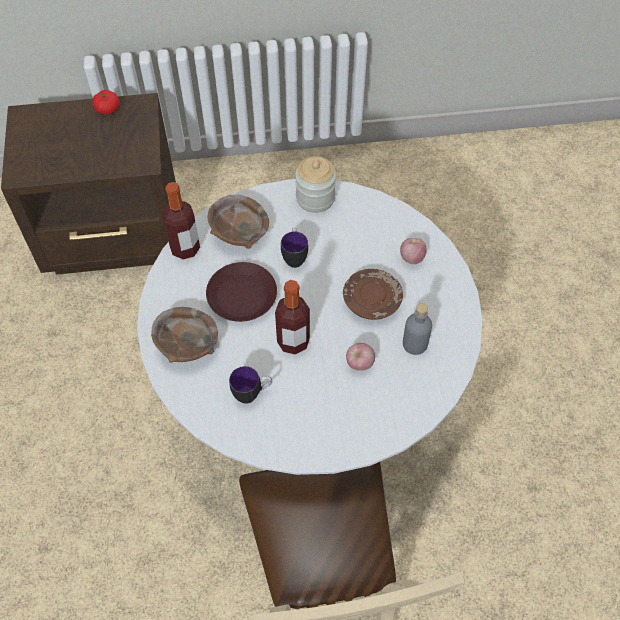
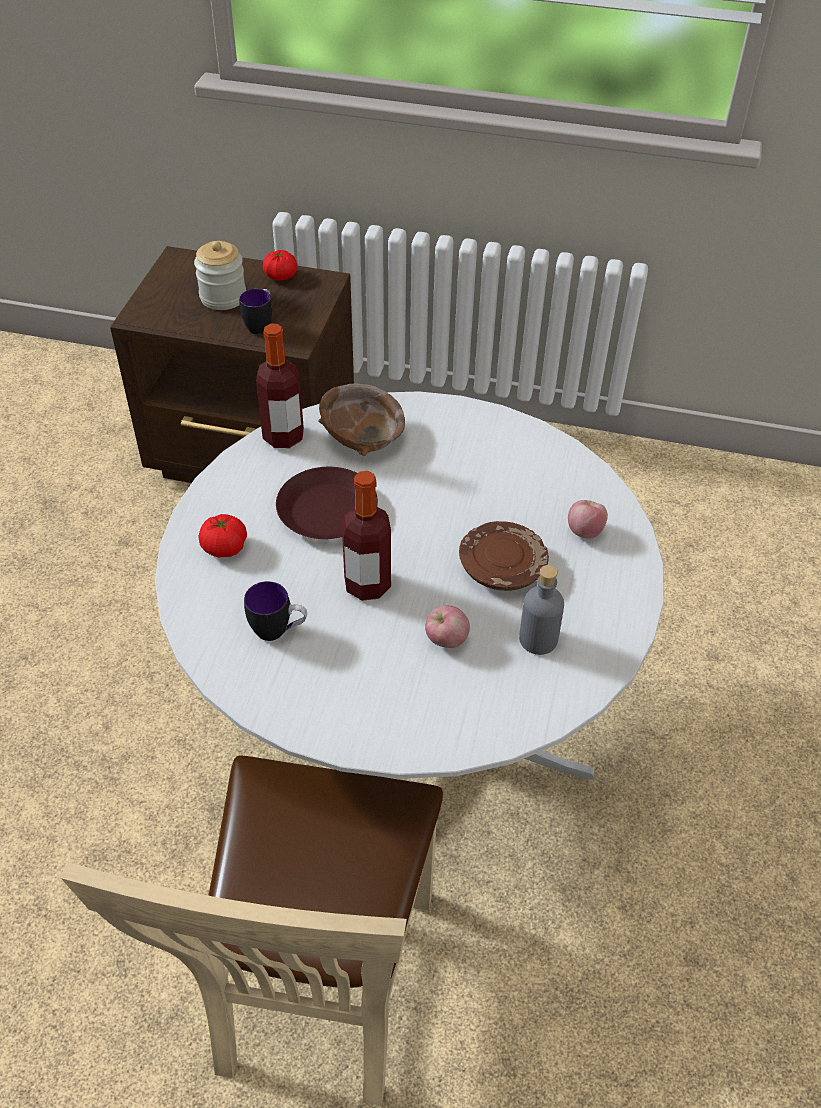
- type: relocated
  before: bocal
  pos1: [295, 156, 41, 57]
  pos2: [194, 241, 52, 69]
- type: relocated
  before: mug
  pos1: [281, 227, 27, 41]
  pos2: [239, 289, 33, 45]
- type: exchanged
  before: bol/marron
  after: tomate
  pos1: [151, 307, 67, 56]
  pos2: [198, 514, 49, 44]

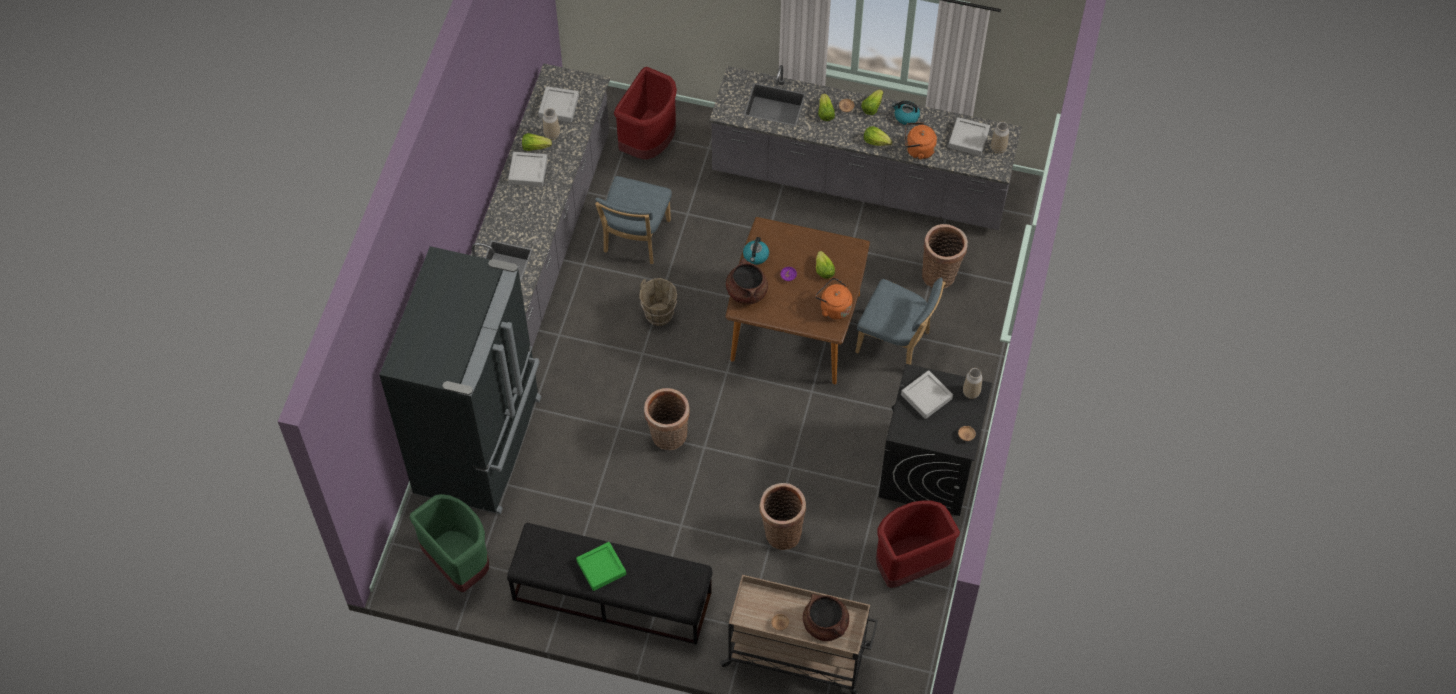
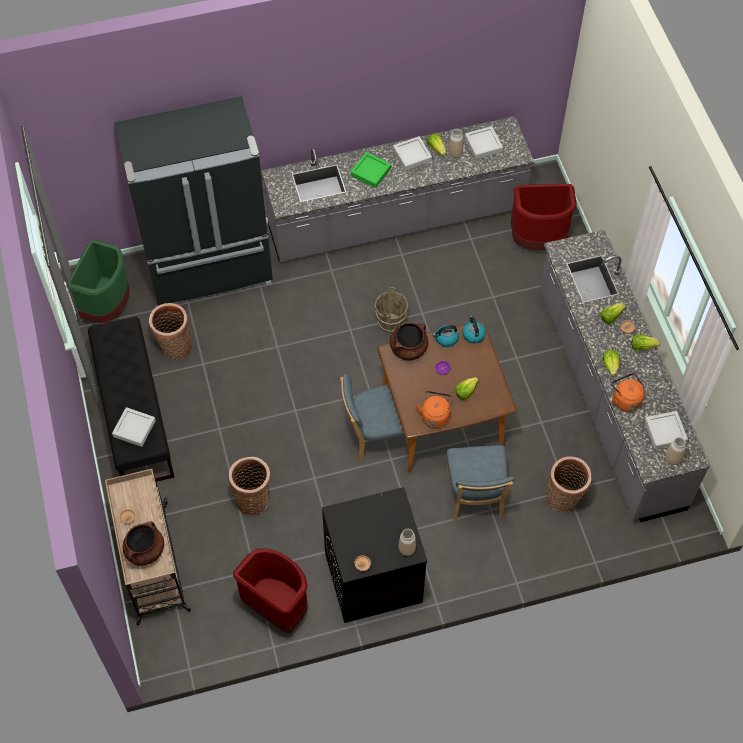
- type: relocated
  before: bouilloire
  pos1: [892, 101, 28, 24]
  pos2: [462, 315, 24, 28]
- type: relocated
  before: chaise/bleu
  pos1: [595, 176, 77, 88]
  pos2: [340, 374, 70, 88]
- type: relocated
  before: plateau/gris
  pos1: [901, 370, 52, 49]
  pos2: [112, 407, 44, 40]
- type: relocated
  before: panier
  pos1: [644, 388, 46, 62]
  pos2: [149, 303, 43, 57]
- type: relocated
  before: plateau/vert
  pos1: [576, 542, 50, 49]
  pos2: [351, 152, 40, 36]

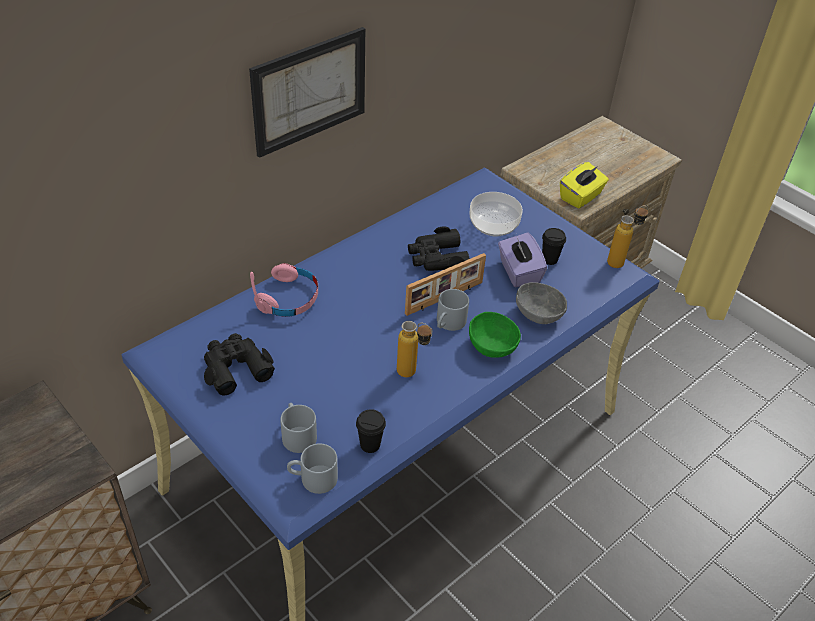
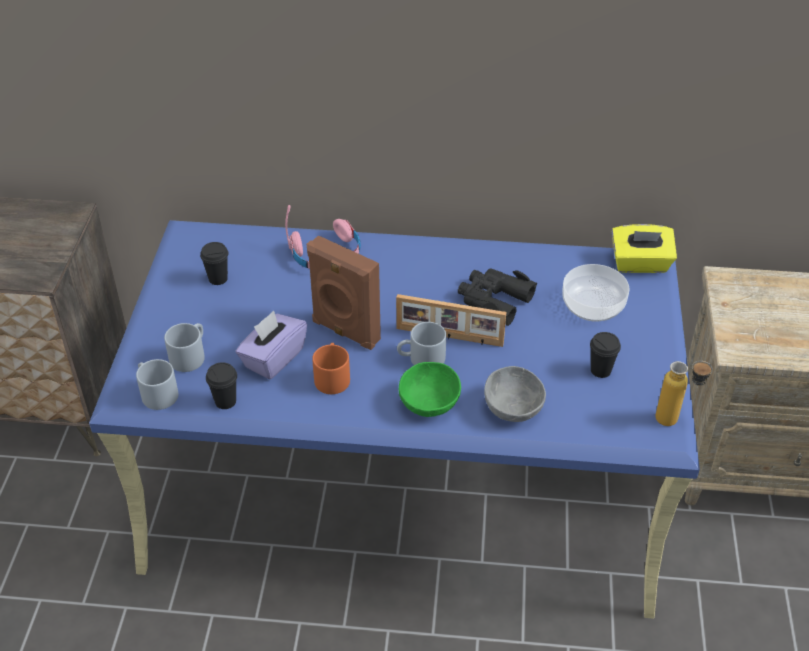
- type: missing
  before: tableau
  pos1: [249, 27, 116, 131]
- type: relocated
  before: boîte à mouchoirs/jaune
  pos1: [560, 162, 49, 47]
  pos2: [612, 224, 65, 49]
- type: relocated
  before: boîte à mouchoirs/violet
  pos1: [498, 232, 49, 55]
  pos2: [236, 311, 71, 69]
- type: exchanged
  before: bouteille
  after: mug/orange
  pos1: [397, 321, 35, 56]
  pos2: [312, 343, 38, 51]
- type: exchanged
  before: jumelles/noir
  after: tasse/noir
  pos1: [204, 333, 71, 63]
  pos2: [200, 242, 29, 43]
- type: appeared
  after: enceinte/marron
  pos2: [307, 235, 74, 115]

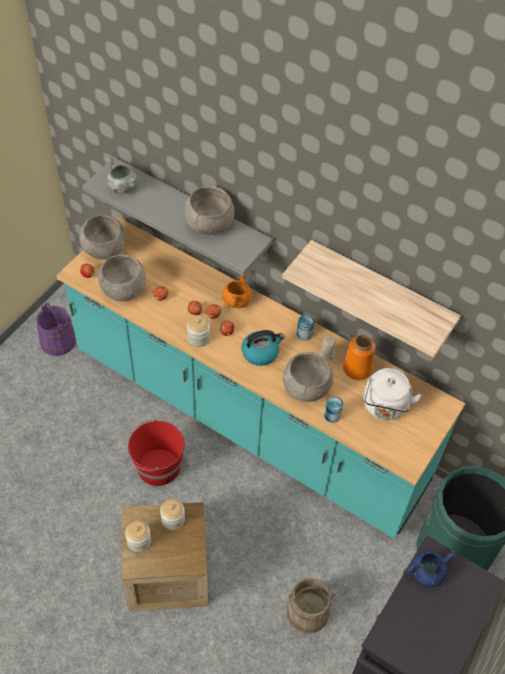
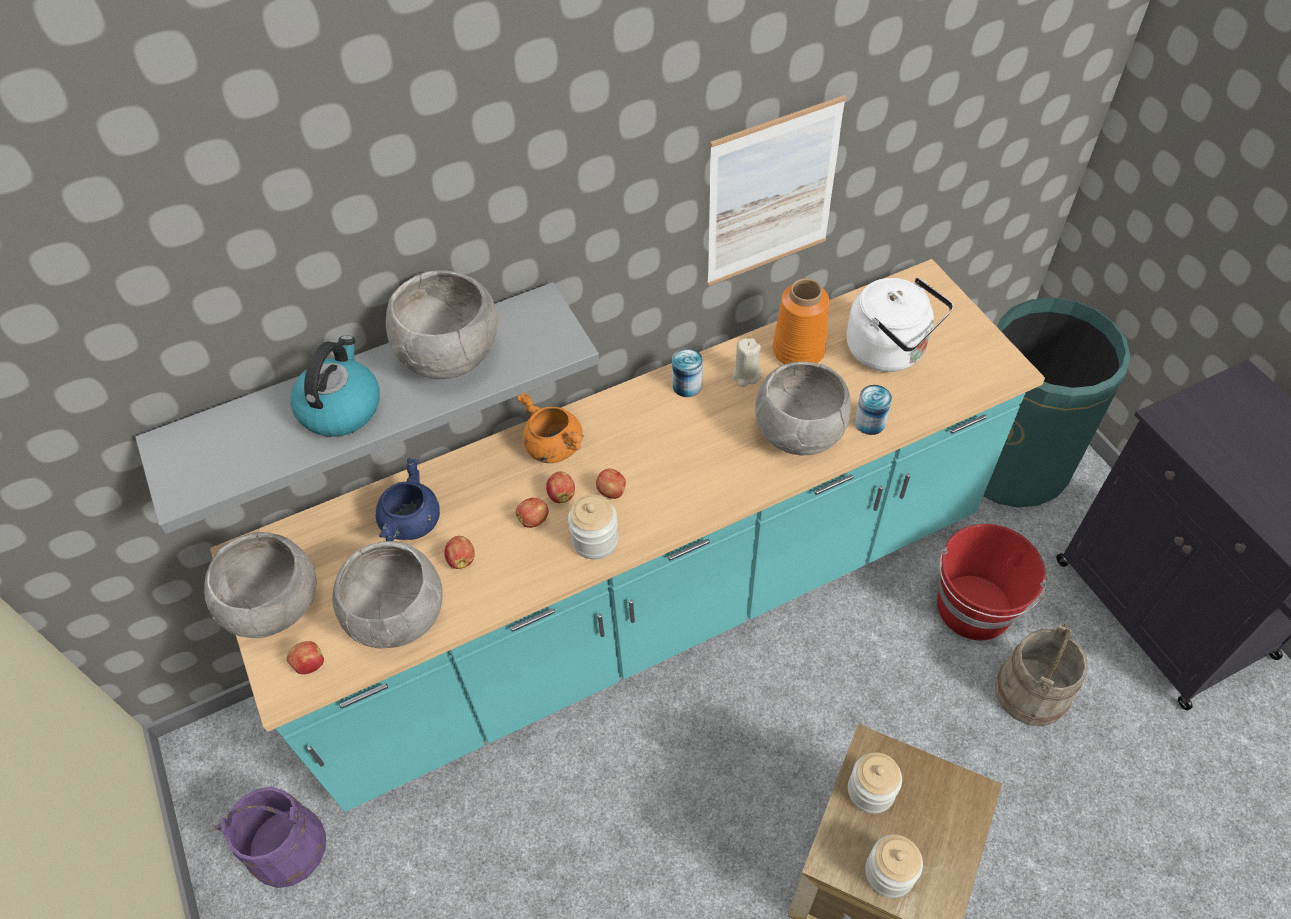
- type: missing
  before: marmite/gris
  pos1: [106, 157, 31, 37]
- type: exchanged
  before: étagère
  after: tableau
  pos1: [282, 240, 179, 118]
  pos2: [707, 95, 140, 191]
- type: relocated
  before: bouilloire
  pos1: [242, 330, 43, 36]
  pos2: [291, 336, 89, 101]
- type: relocated
  before: seau/rouge
  pos1: [126, 420, 58, 66]
  pos2: [937, 524, 109, 116]
- type: relocated
  before: marmite/bleu
  pos1: [406, 551, 50, 36]
  pos2: [376, 458, 64, 83]

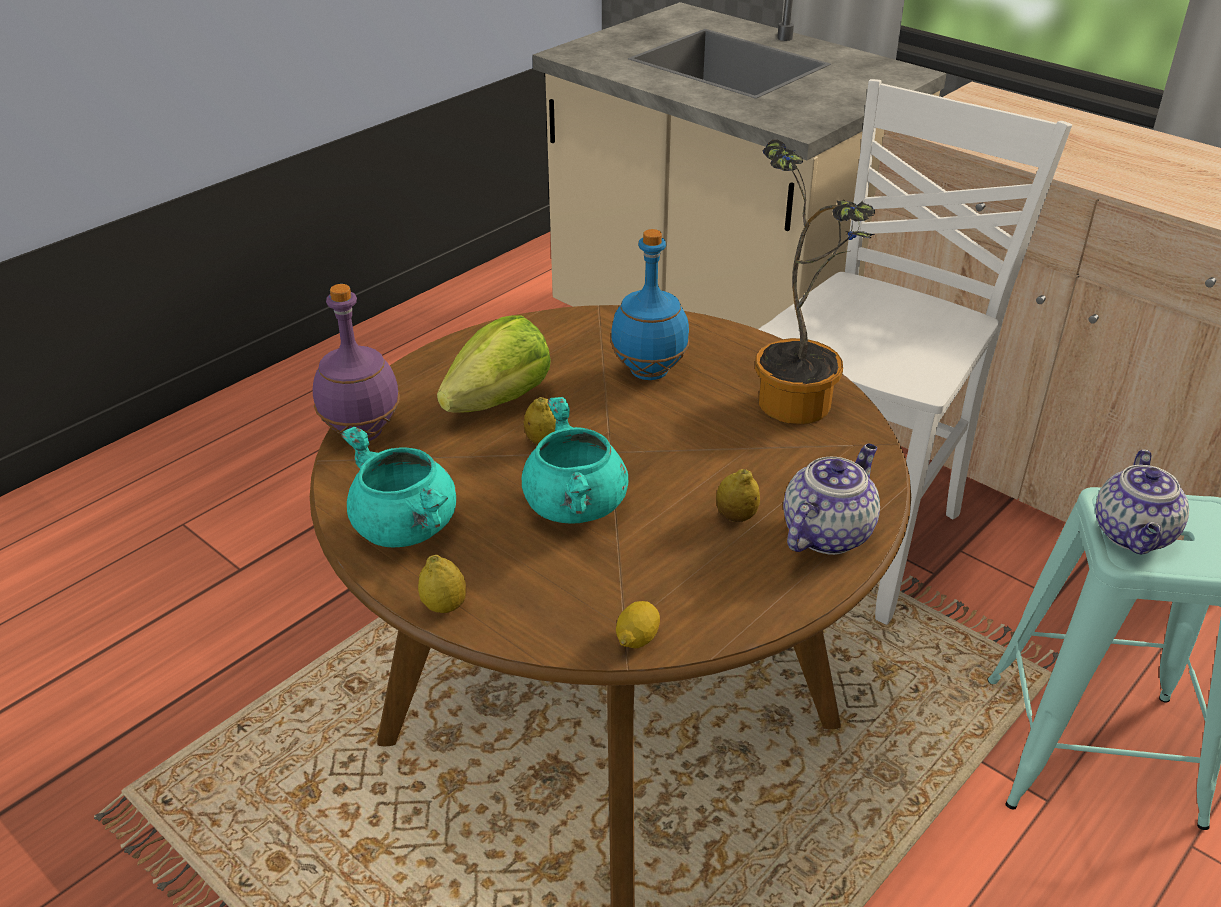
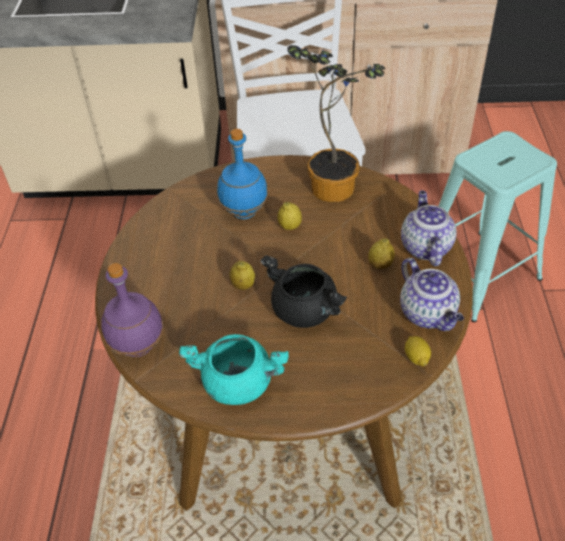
- type: missing
  before: laitue
  pos1: [437, 315, 114, 98]
- type: colour
  before: marmite/turquoise
  after: marmite/noir
  pos1: [522, 397, 106, 127]
  pos2: [260, 255, 87, 73]
- type: relocated
  before: théière
  pos1: [1095, 450, 94, 104]
  pos2: [400, 258, 64, 73]
- type: relocated
  before: citron
  pos1: [418, 555, 48, 58]
  pos2: [277, 202, 25, 28]

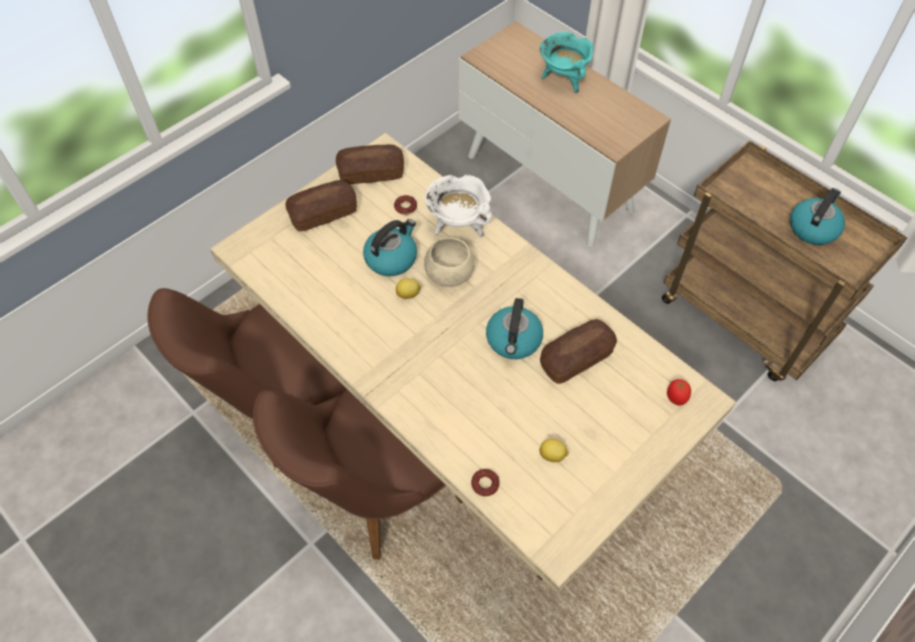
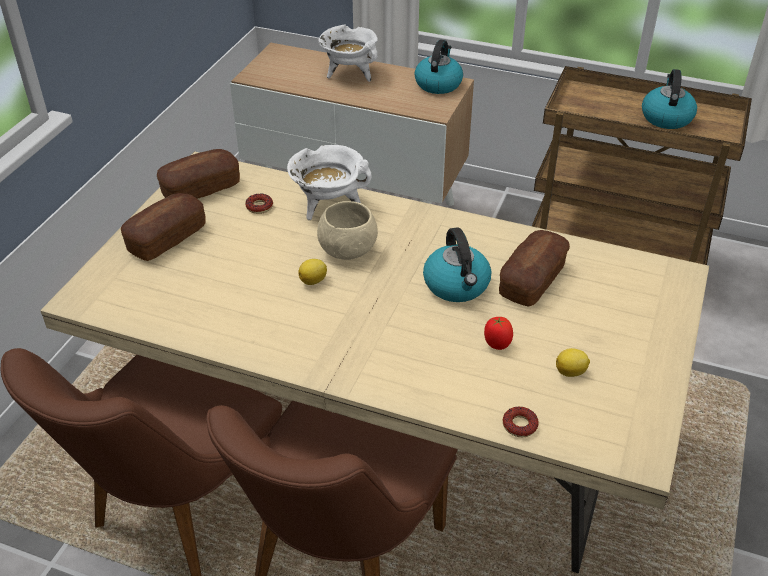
- type: colour
  before: marmite/turquoise
  after: marmite/blanc
  pos1: [539, 32, 54, 61]
  pos2: [318, 25, 60, 57]
- type: relocated
  before: bouilloire
  pos1: [363, 219, 54, 57]
  pos2: [415, 40, 48, 54]
- type: relocated
  before: tomate
  pos1: [667, 379, 24, 26]
  pos2: [484, 317, 29, 33]

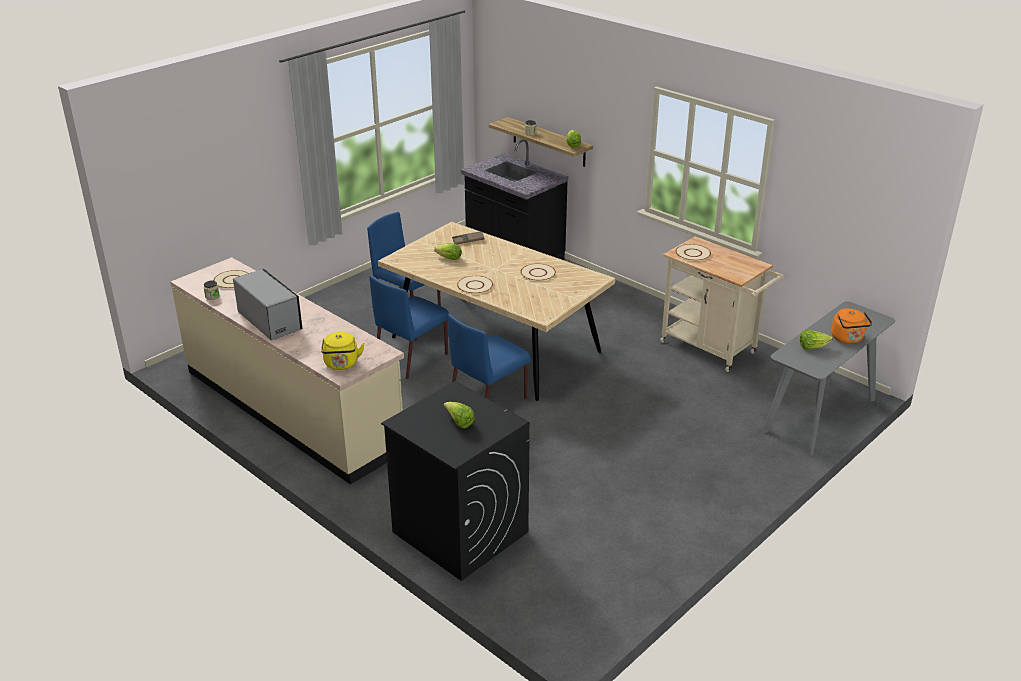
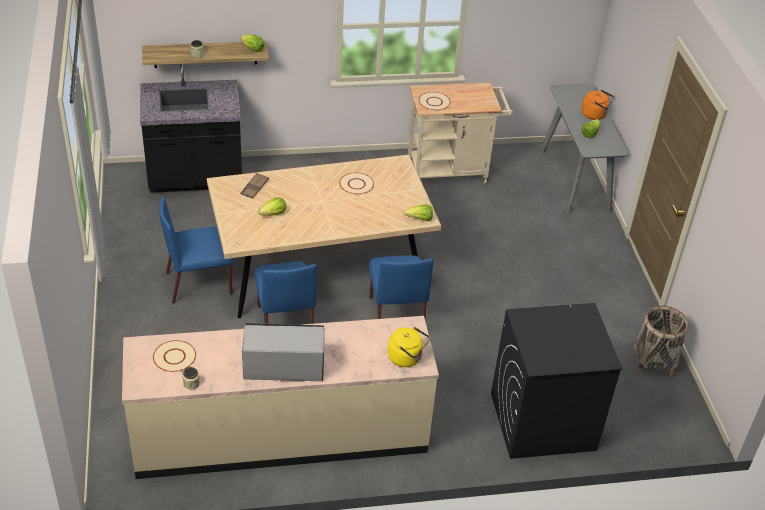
- type: missing
  before: assiette/beige
  pos1: [457, 276, 36, 18]
- type: relocated
  before: laitue
  pos1: [444, 402, 31, 27]
  pos2: [403, 204, 30, 17]
- type: appeared
  after: panier
  pos2: [634, 306, 55, 72]

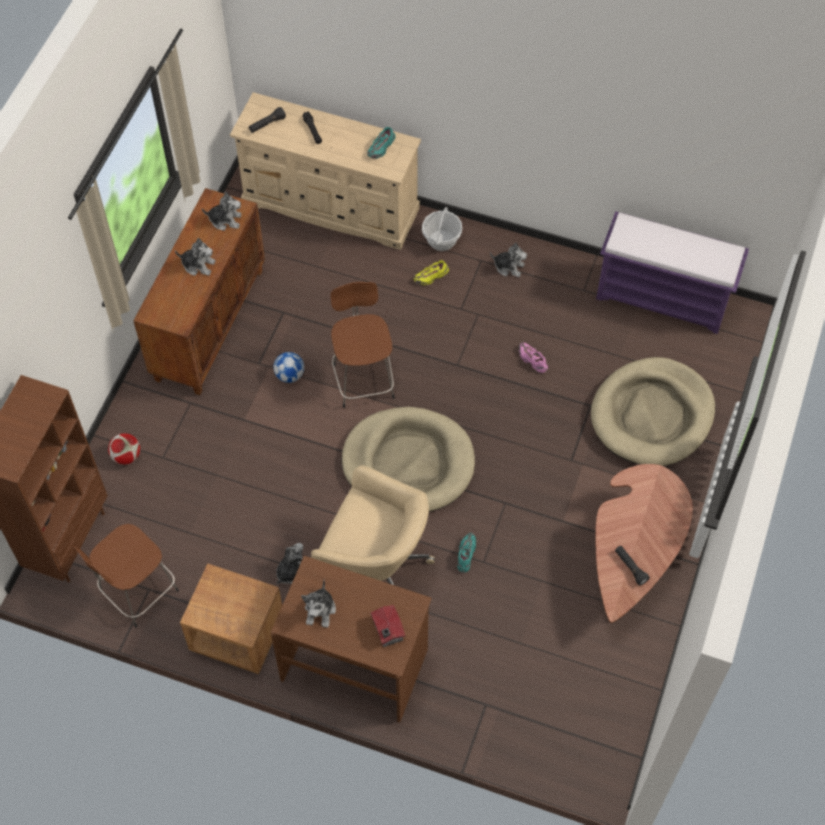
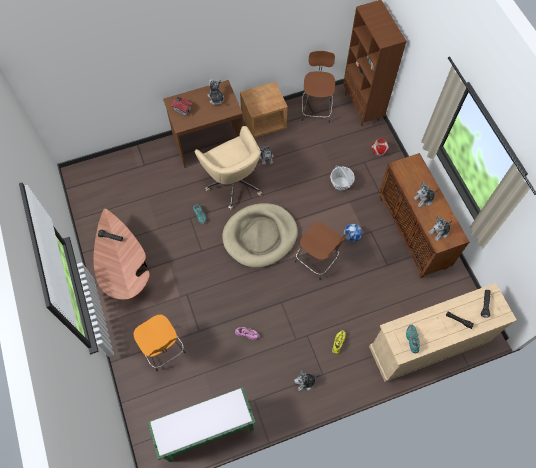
- type: relocated
  before: panier
  pos1: [422, 207, 40, 44]
  pos2: [330, 166, 25, 25]
- type: colour
  before: banc/violet
  after: banc/vert
  pos1: [596, 211, 153, 123]
  pos2: [148, 387, 108, 75]
- type: exchanged
  before: panier pour chien/beige
  after: tabouret/orange
  pos1: [591, 357, 124, 109]
  pos2: [134, 315, 52, 56]
- type: spun
  before: chaise de bureau/beige
  pos1: [311, 465, 124, 120]
  pos2: [195, 126, 67, 84]
  turn: -105

